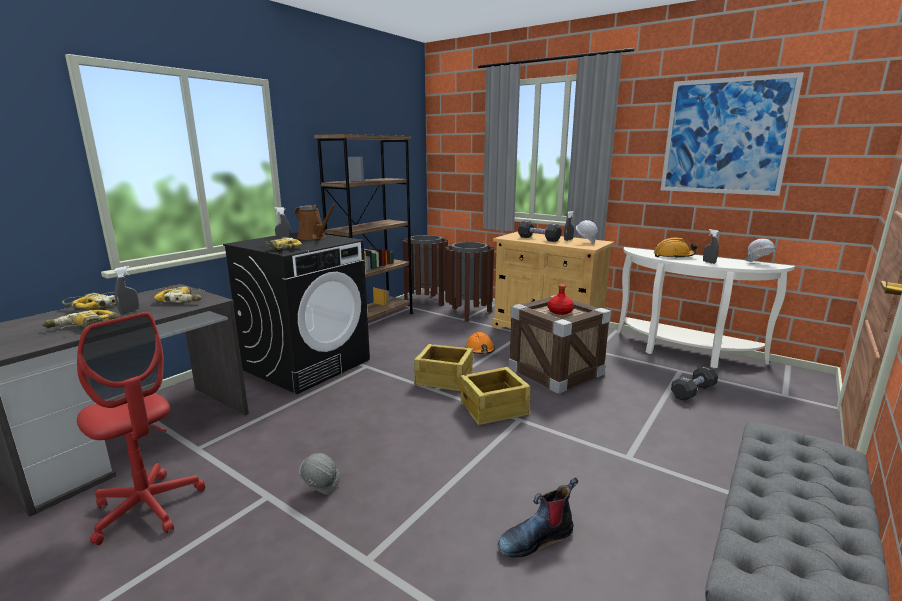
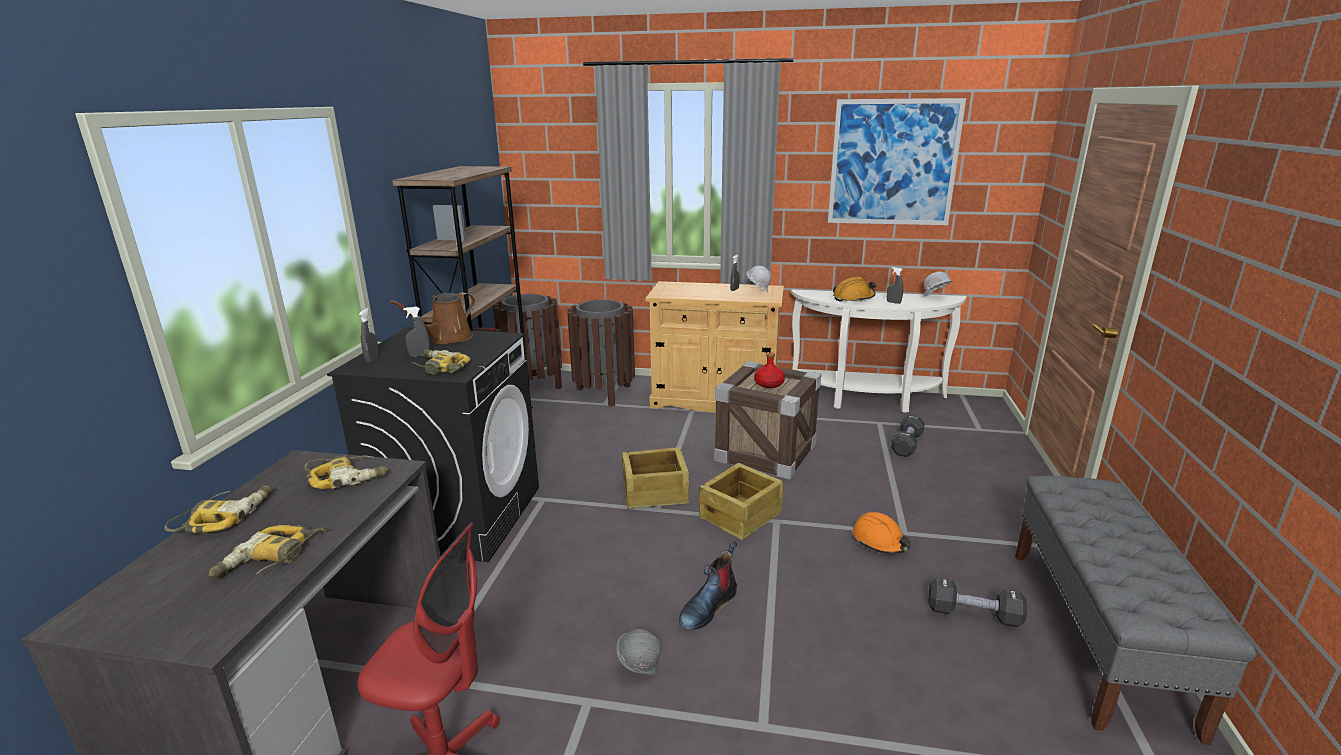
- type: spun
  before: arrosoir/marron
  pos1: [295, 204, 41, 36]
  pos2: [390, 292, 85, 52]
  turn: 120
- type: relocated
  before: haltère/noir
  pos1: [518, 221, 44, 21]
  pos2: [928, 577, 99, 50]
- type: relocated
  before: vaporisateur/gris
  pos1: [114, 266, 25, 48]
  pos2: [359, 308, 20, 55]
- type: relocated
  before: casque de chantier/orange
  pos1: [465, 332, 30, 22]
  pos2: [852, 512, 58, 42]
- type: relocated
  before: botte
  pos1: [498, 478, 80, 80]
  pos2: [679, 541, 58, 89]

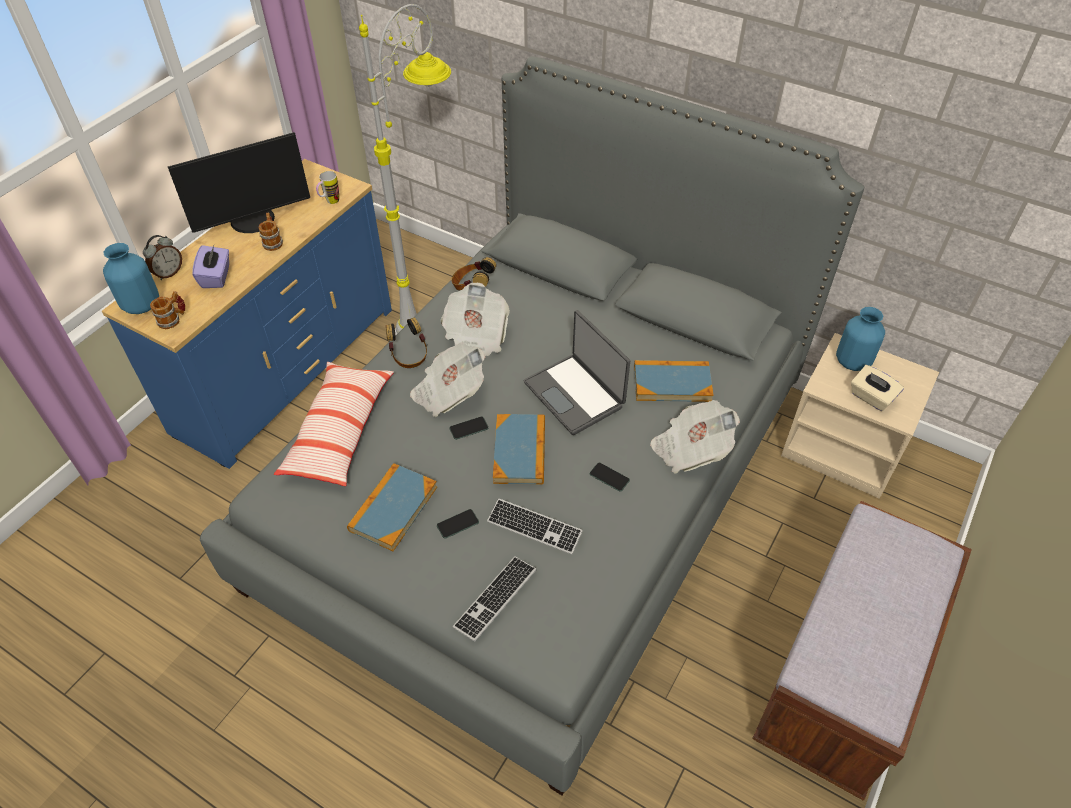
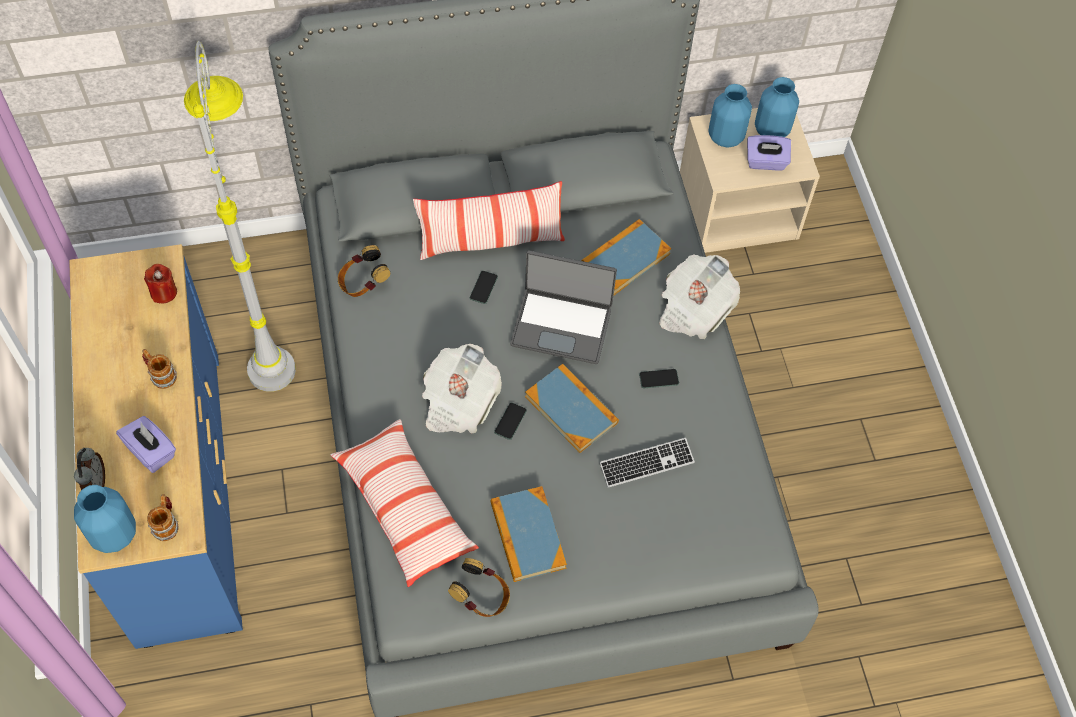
- type: missing
  before: écran d'ordinateur
  pos1: [168, 132, 142, 101]
- type: exchanged
  before: mug
  after: bougie/rouge
  pos1: [316, 171, 23, 33]
  pos2: [144, 264, 33, 40]
- type: missing
  before: journal
  pos1: [441, 283, 69, 73]
- type: relocated
  before: casque audio
  pos1: [386, 317, 41, 51]
  pos2: [448, 558, 62, 59]
- type: colour
  before: boîte à mouchoirs/beige
  after: boîte à mouchoirs/violet
  pos1: [851, 365, 53, 46]
  pos2: [747, 135, 44, 36]
- type: missing
  before: banc/marron
  pos1: [752, 501, 220, 300]
- type: relocated
  before: téléphone
  pos1: [437, 509, 42, 30]
  pos2: [470, 271, 28, 33]
- type: missing
  before: clavier
  pos1: [453, 556, 84, 86]
- type: appeared
  after: vase/bleu
  pos2: [755, 77, 44, 60]
- type: appeared
  after: coussin
  pos2: [413, 181, 152, 79]

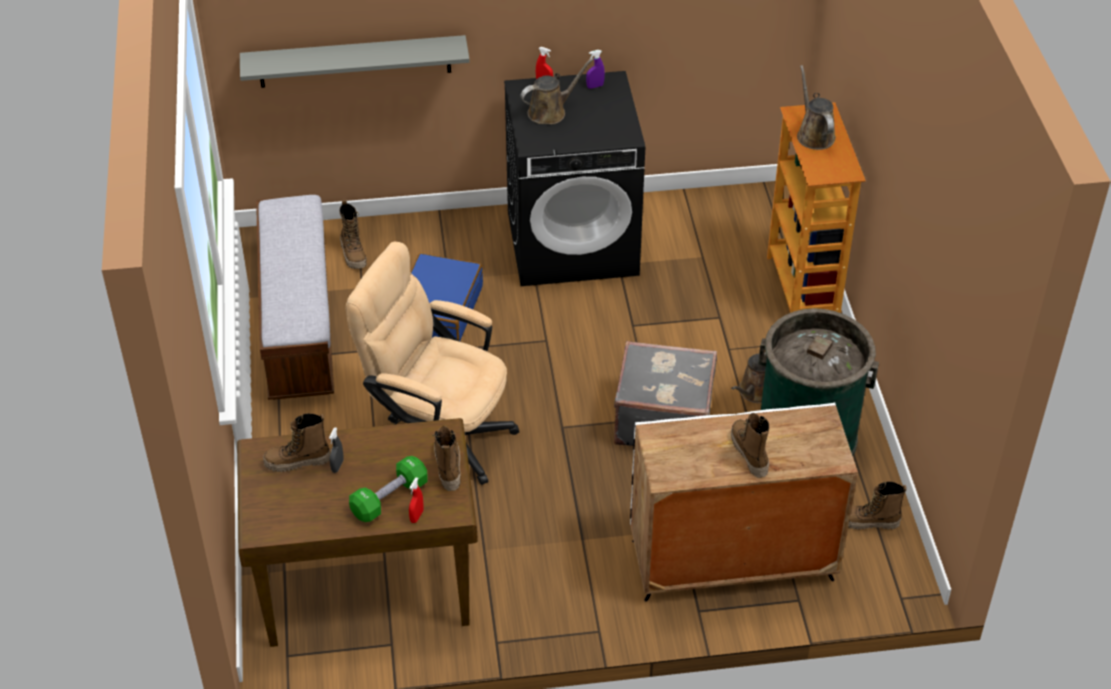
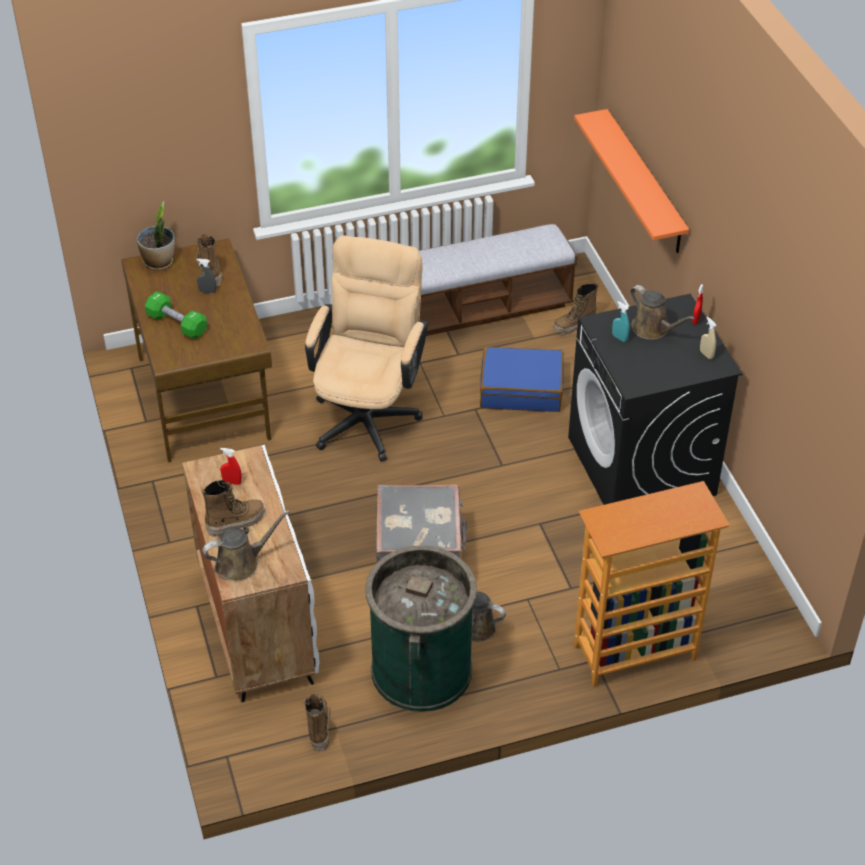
- type: colour
  before: étagère/gris
  after: étagère/orange
  pos1: [240, 35, 230, 53]
  pos2: [574, 109, 115, 144]
- type: colour
  before: vaporisateur/violet
  after: vaporisateur/beige
  pos1: [586, 50, 19, 39]
  pos2: [700, 317, 17, 42]
- type: relocated
  before: arrosoir/marron
  pos1: [797, 65, 39, 85]
  pos2: [202, 510, 88, 71]
- type: missing
  before: botte
  pos1: [432, 426, 29, 65]
- type: relocated
  before: vaporisateur/rouge
  pos1: [409, 477, 15, 46]
  pos2: [220, 448, 22, 37]
- type: appeared
  after: plante en pot
  pos2: [137, 201, 38, 69]
- type: appeared
  after: vaporisateur/turquoise
  pos2: [612, 301, 18, 41]

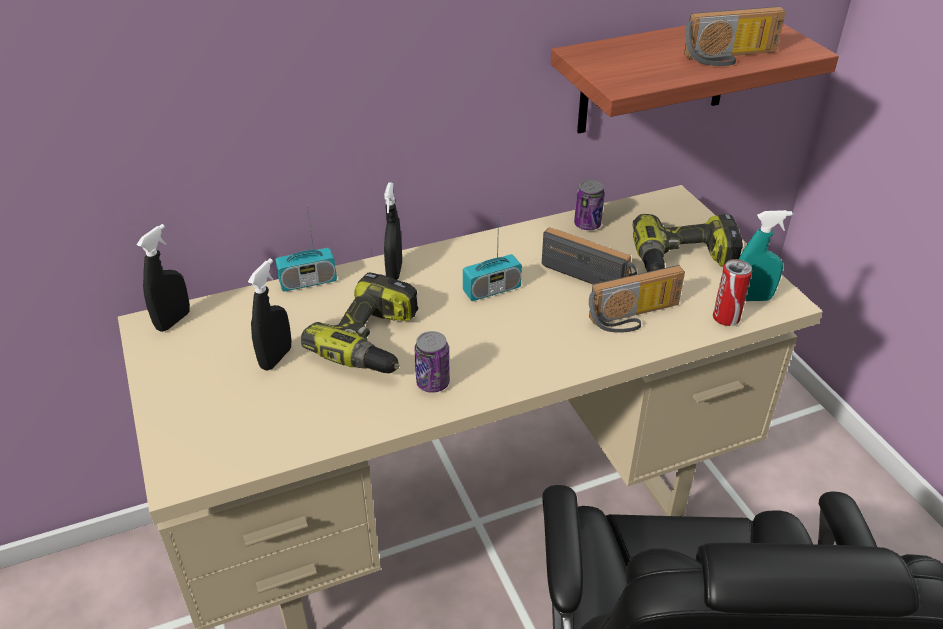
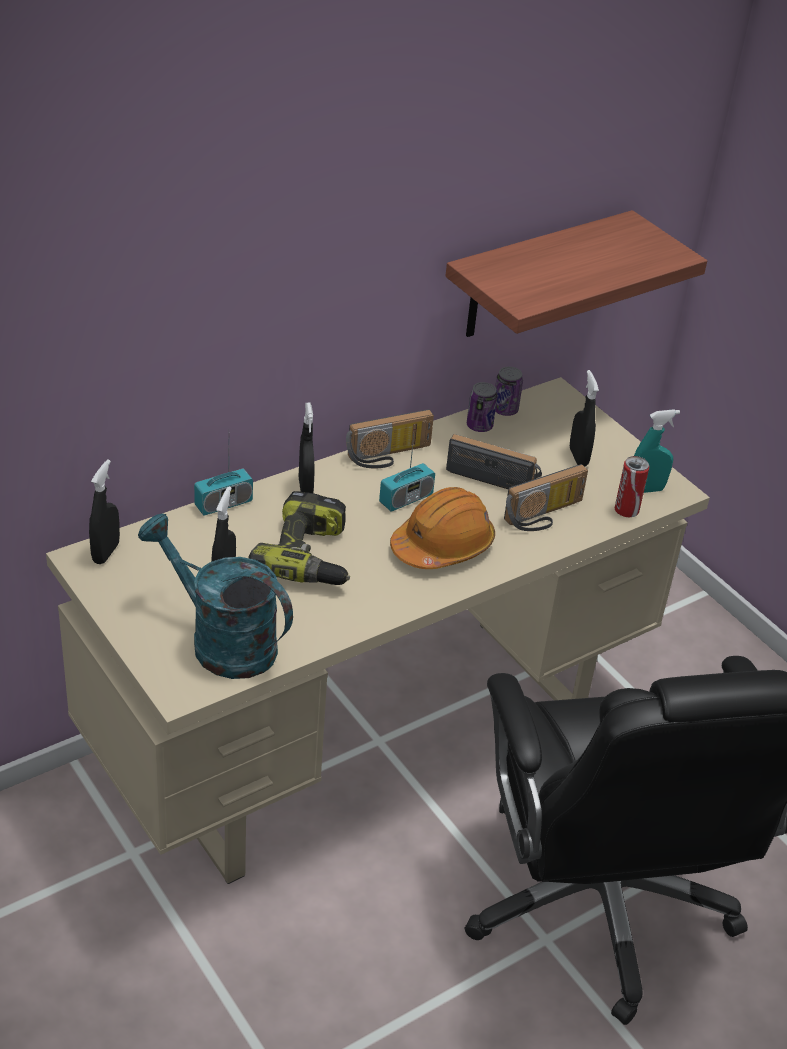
- type: relocated
  before: radio
  pos1: [684, 7, 102, 59]
  pos2: [346, 409, 88, 59]
- type: exchanged
  before: perceuse
  after: vaporisateur/noir
  pos1: [633, 214, 110, 58]
  pos2: [570, 370, 29, 97]
- type: relocated
  before: boîte métallique
  pos1: [414, 331, 36, 62]
  pos2: [495, 367, 28, 49]
- type: appeared
  after: casque de chantier/orange
  pos2: [390, 487, 105, 82]
- type: appeared
  after: arrosoir/turquoise
  pos2: [138, 513, 155, 166]

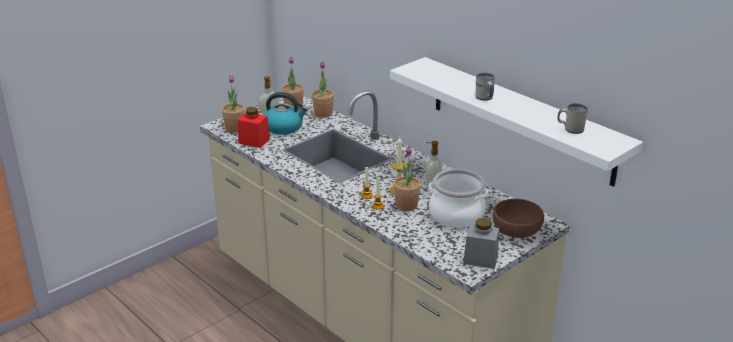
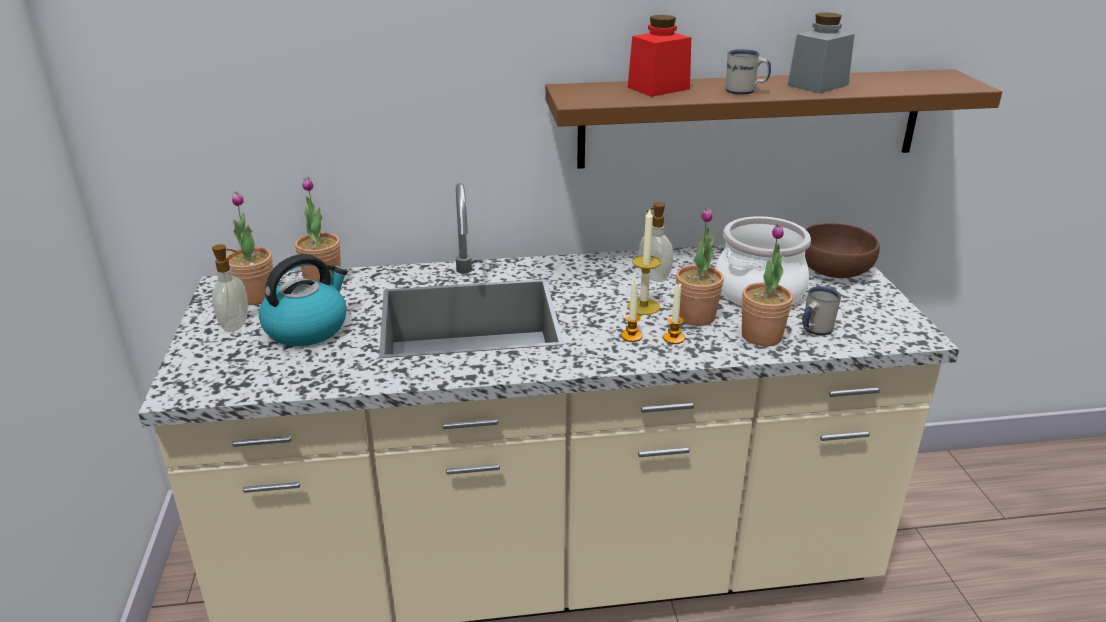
- type: colour
  before: étagère/blanc
  after: étagère/marron
  pos1: [390, 57, 253, 130]
  pos2: [545, 69, 457, 100]
- type: relocated
  before: plante en pot
  pos1: [222, 76, 23, 57]
  pos2: [742, 224, 51, 122]
- type: relocated
  before: mug/blanc
  pos1: [558, 103, 30, 31]
  pos2: [802, 286, 39, 49]
- type: relocated
  before: bocal/rouge
  pos1: [238, 107, 32, 41]
  pos2: [628, 15, 63, 82]
- type: relocated
  before: bocal/gris
  pos1: [463, 218, 36, 51]
  pos2: [787, 12, 68, 82]

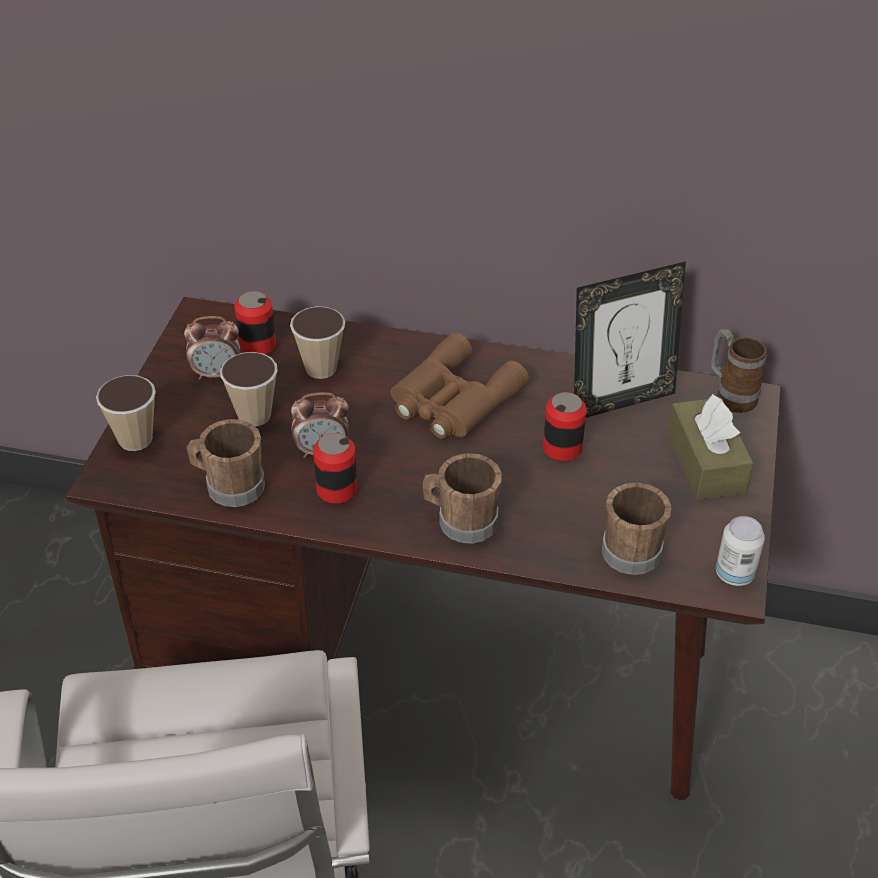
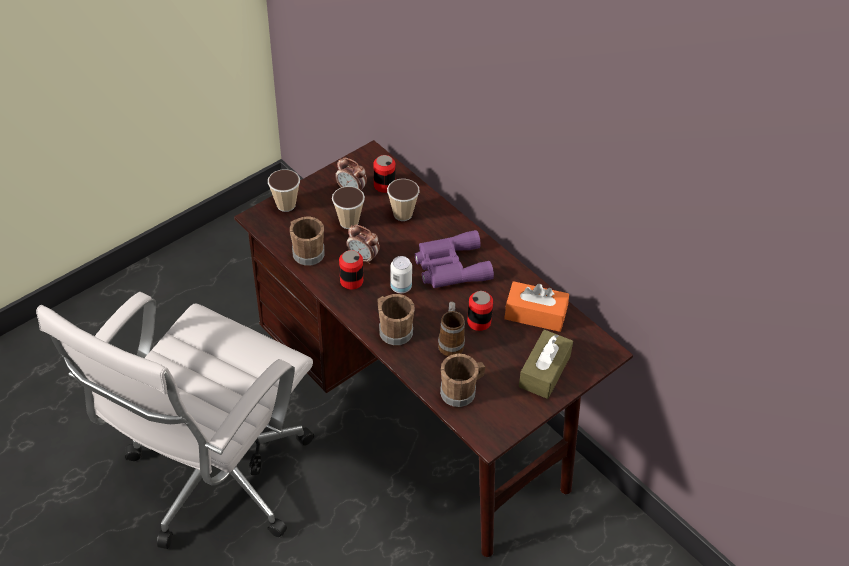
- type: exchanged
  before: cadre photo
  after: boîte à mouchoirs/orange
  pos1: [574, 261, 112, 157]
  pos2: [504, 281, 65, 51]
- type: relocated
  before: mug
  pos1: [711, 329, 56, 84]
  pos2: [438, 301, 27, 55]
- type: colour
  before: jumelles/marron
  after: jumelles/violet
  pos1: [391, 333, 138, 106]
  pos2: [415, 230, 79, 58]
- type: relocated
  before: boîte métallique
  pos1: [716, 516, 49, 70]
  pos2: [390, 256, 22, 37]

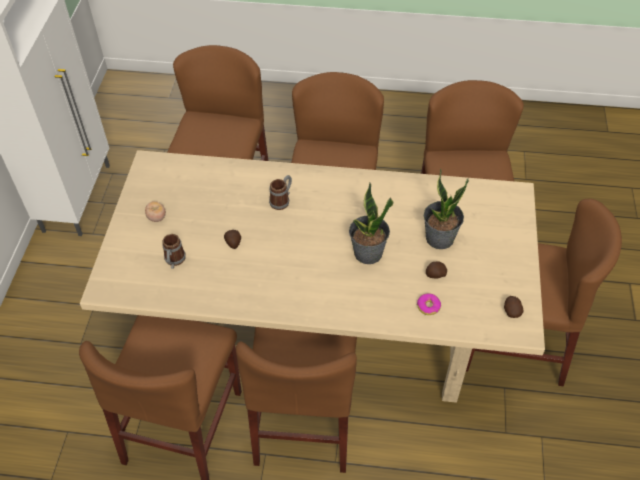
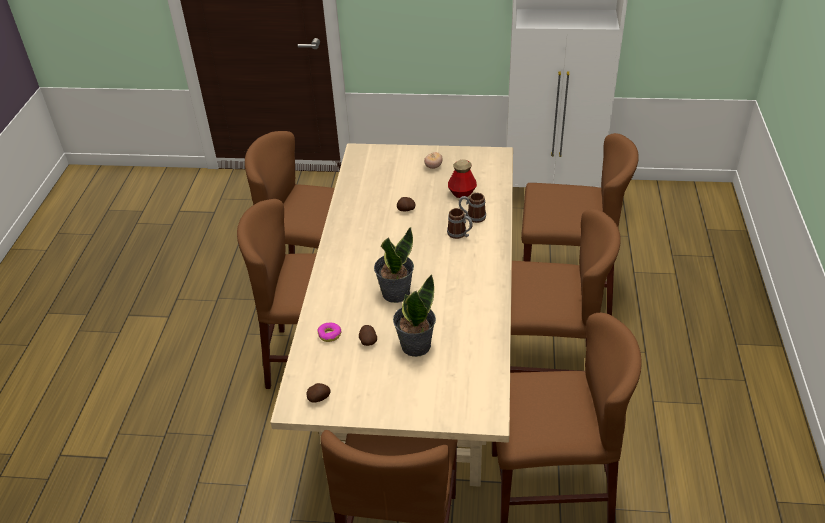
- type: relocated
  before: mug
  pos1: [162, 234, 24, 35]
  pos2: [459, 193, 27, 30]
- type: appeared
  after: bouteille
  pos2: [448, 160, 29, 38]

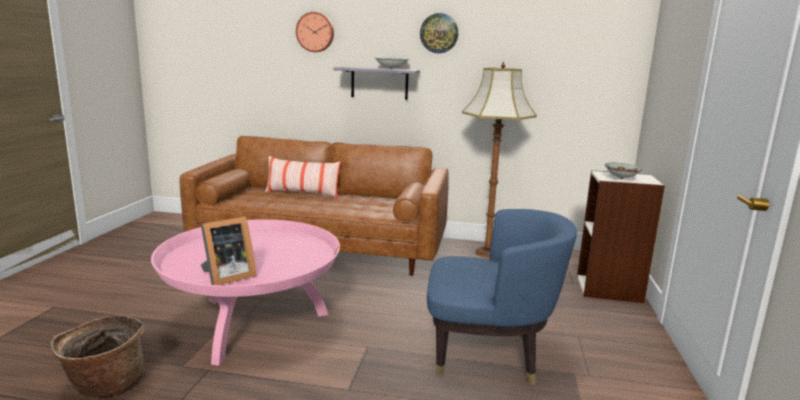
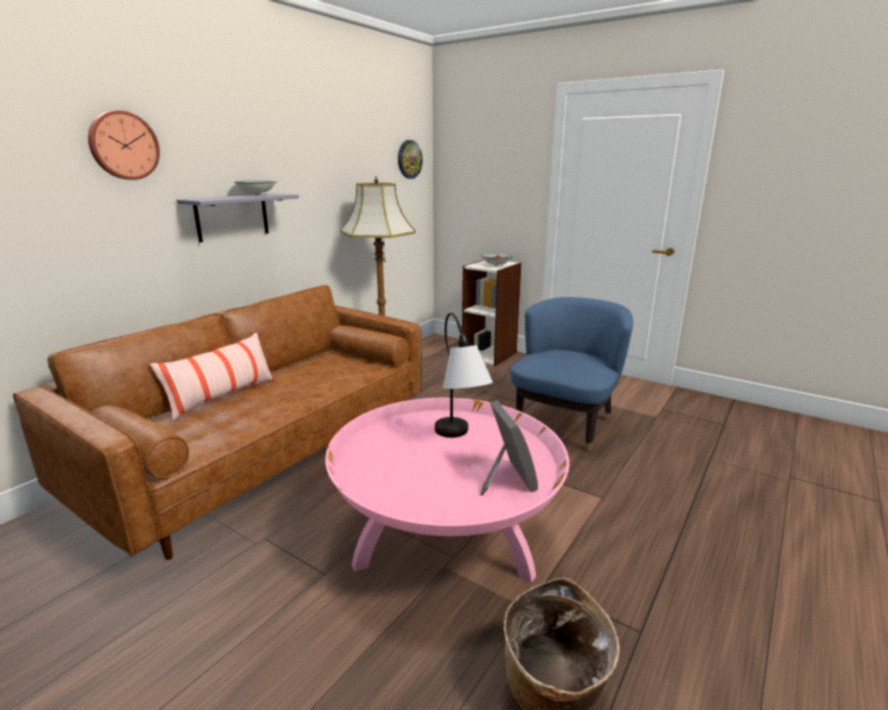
- type: relocated
  before: horloge murale
  pos1: [420, 13, 38, 40]
  pos2: [398, 140, 25, 39]
- type: appeared
  after: lampe de table
  pos2: [435, 313, 58, 125]

